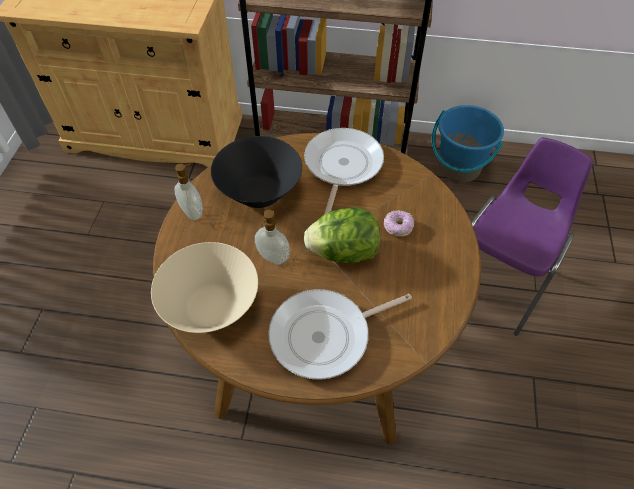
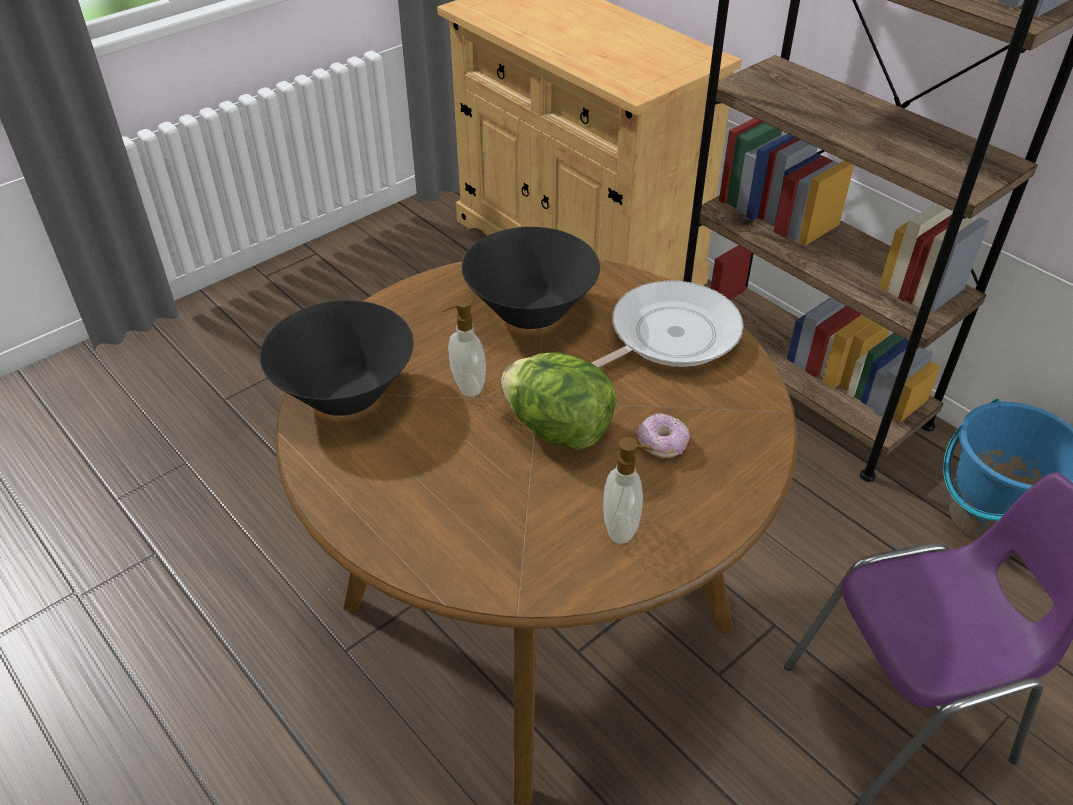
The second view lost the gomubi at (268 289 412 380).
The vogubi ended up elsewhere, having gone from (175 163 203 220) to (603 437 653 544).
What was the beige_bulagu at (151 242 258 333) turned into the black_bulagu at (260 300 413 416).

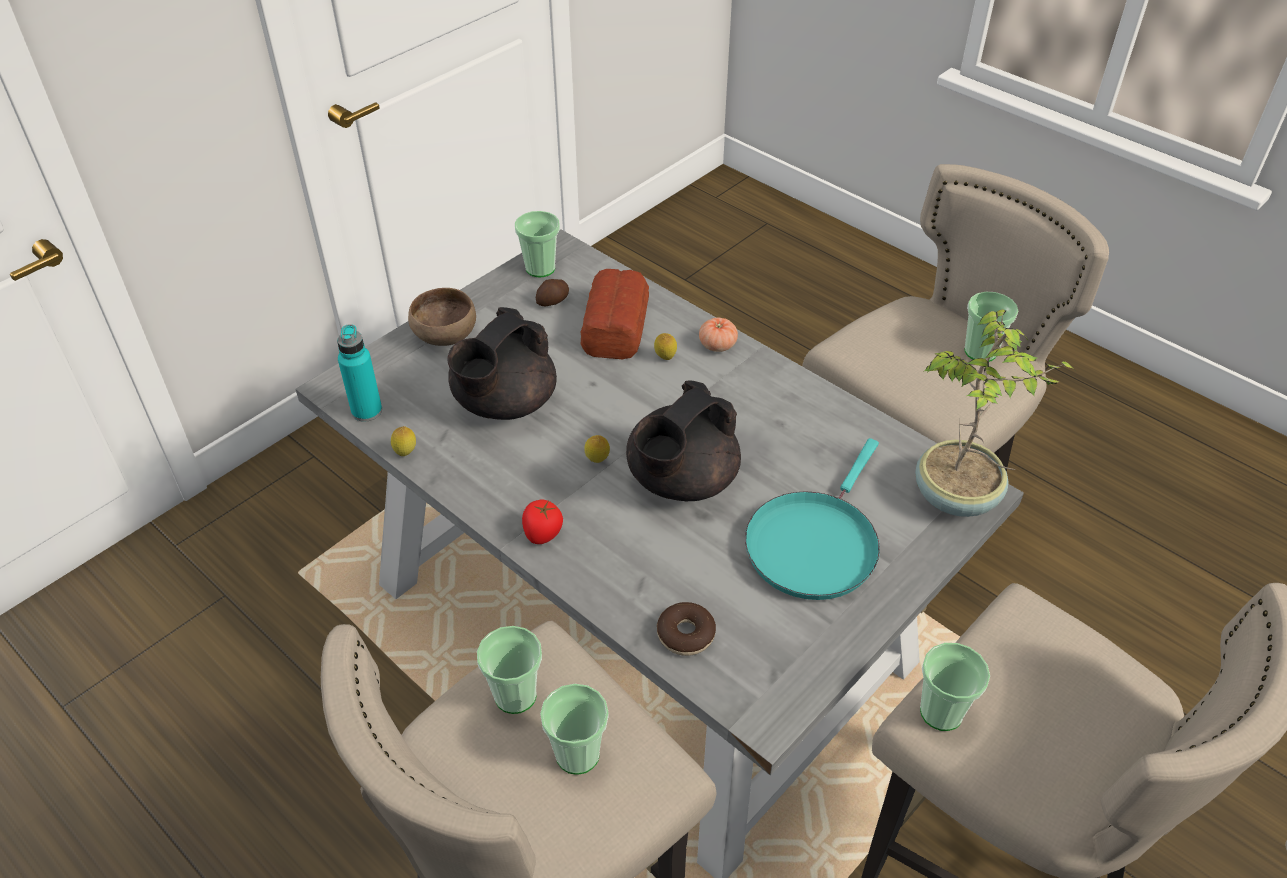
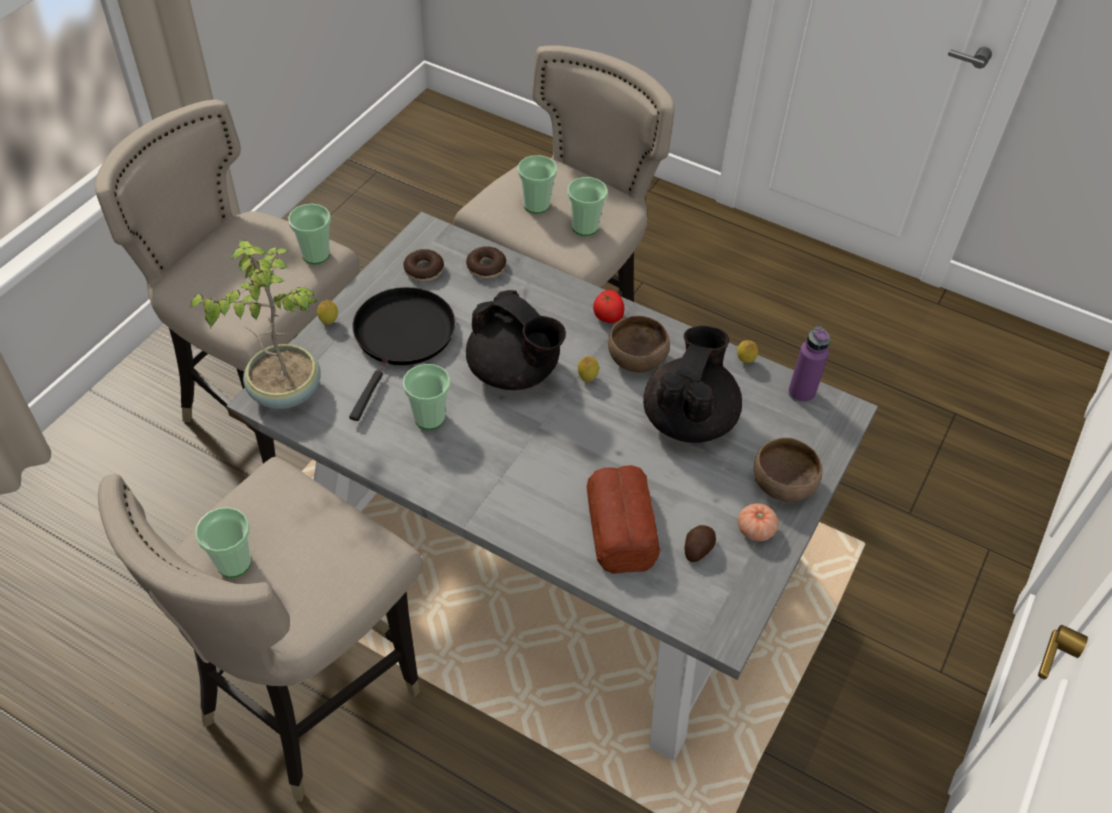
The second view gained the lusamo at (403 249 444 282).
The second view gained the brown_bulagu at (608 316 670 373).
The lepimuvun ended up elsewhere, having gone from (515 211 560 277) to (403 364 450 430).
The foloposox ended up elsewhere, having gone from (654 333 677 360) to (317 300 338 325).
The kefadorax ended up elsewhere, having gone from (699 318 738 352) to (738 503 778 541).
What was the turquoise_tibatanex at (337 324 382 422) turned into the purple_tibatanex at (788 326 830 404).
What was the turquoise_gomubi at (745 438 880 600) turned into the black_gomubi at (349 287 455 421).
The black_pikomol at (626 381 741 501) ended up facing another way, 105 degrees clockwise from before.

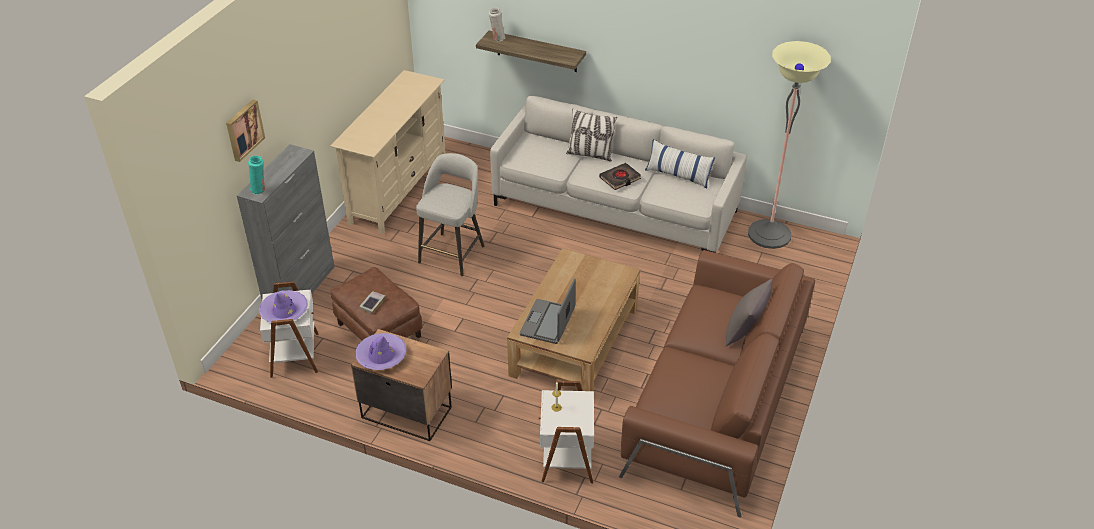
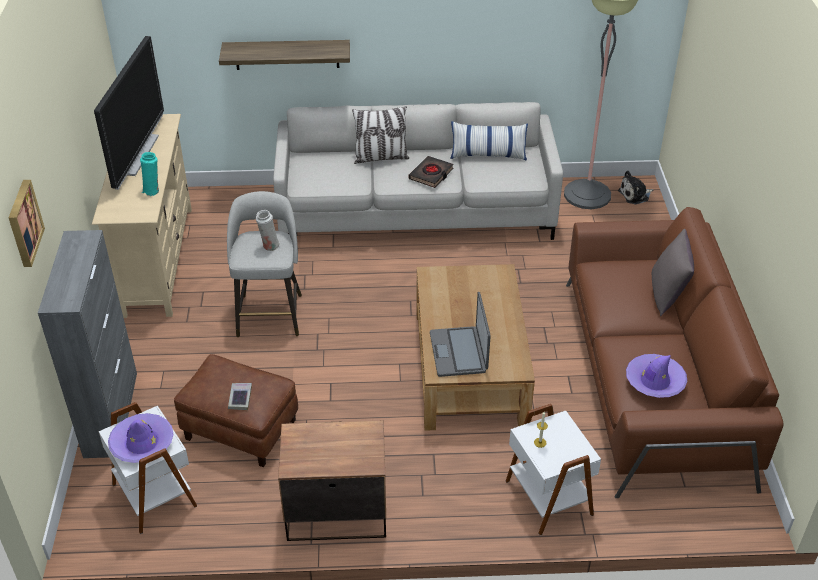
The second view gained the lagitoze at (94 36 164 190).
The second view gained the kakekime at (618 171 653 204).
The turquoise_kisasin ended up elsewhere, having gone from (248 156 265 194) to (140 152 159 196).
The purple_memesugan ended up elsewhere, having gone from (355 333 407 370) to (626 354 687 398).
The white_kisasin ended up elsewhere, having gone from (489 7 505 41) to (256 210 280 251).

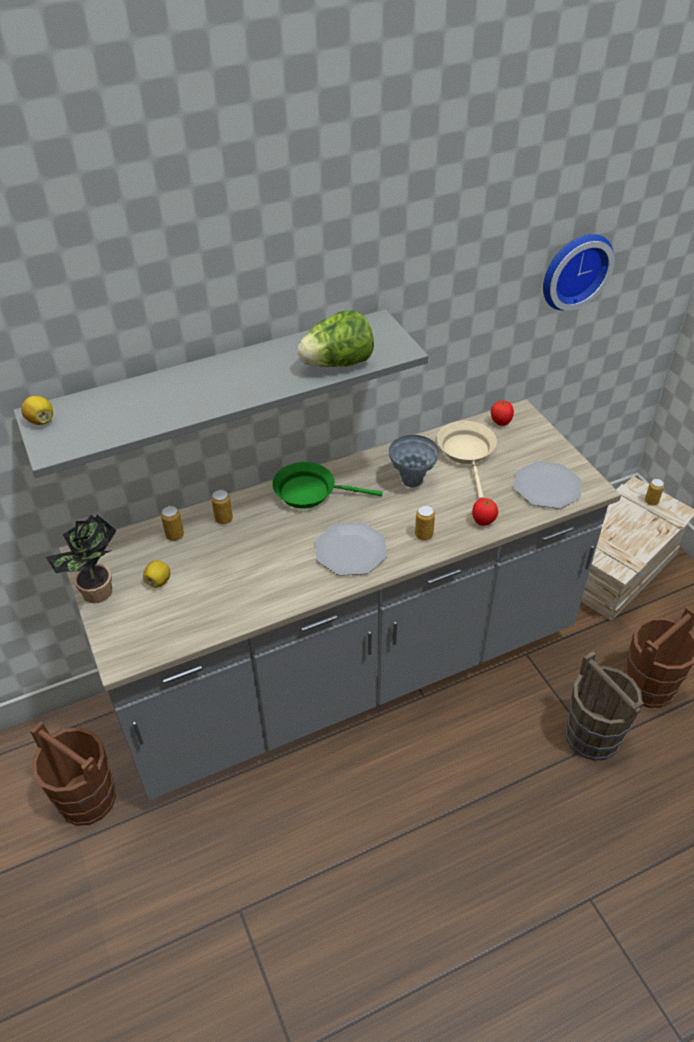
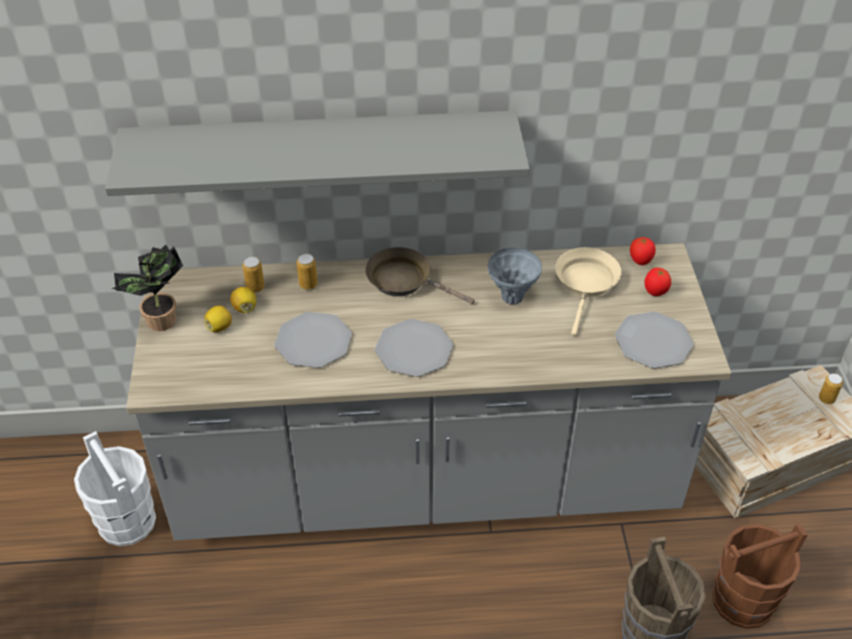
The second view lost the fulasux at (297 310 374 367).
The second view lost the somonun at (415 505 435 540).
The second view lost the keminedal at (543 234 615 311).
The second view gained the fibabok at (274 312 352 368).
The foloposox ended up elsewhere, having gone from (21 396 53 425) to (230 287 256 313).
The kefadorax ended up elsewhere, having gone from (472 498 498 526) to (645 268 671 296).
What was the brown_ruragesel at (30 721 116 826) turned into the white_ruragesel at (74 431 156 546).
What was the green_gomubi at (272 462 382 509) turned into the brown_gomubi at (365 247 475 304).

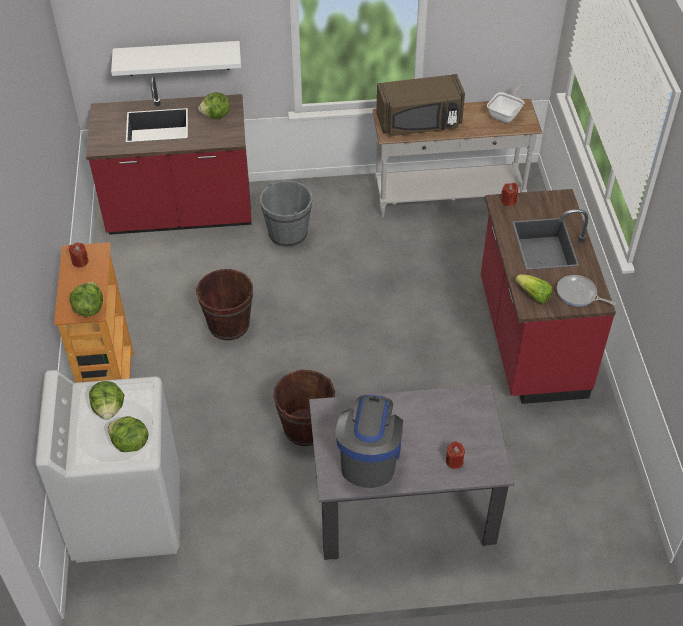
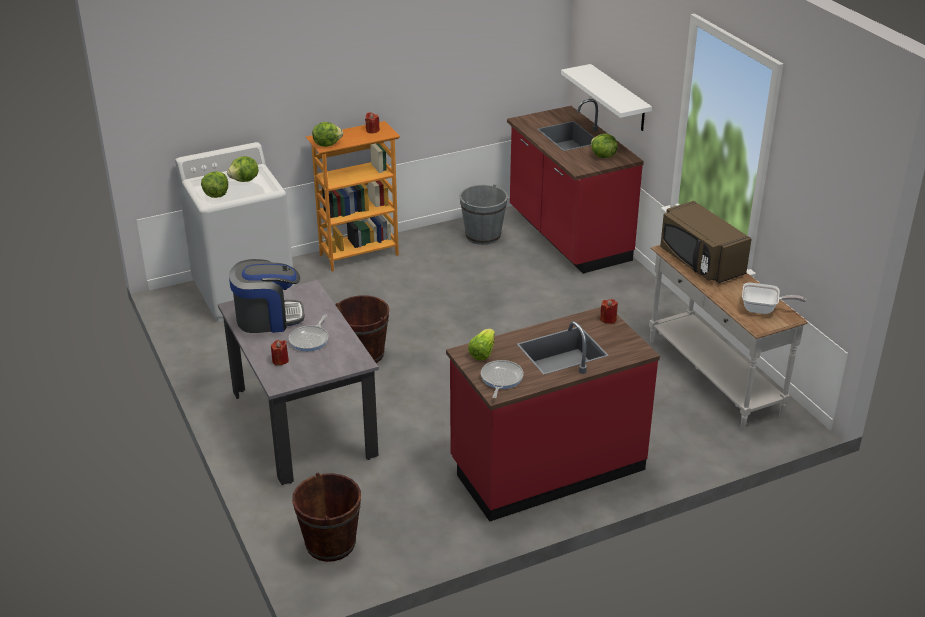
The second view gained the gomubi at (289 314 329 351).
The brown_ruragesel ended up elsewhere, having gone from (196 269 253 340) to (292 473 361 562).
The grey_ruragesel ended up elsewhere, having gone from (260 181 313 248) to (459 184 508 245).

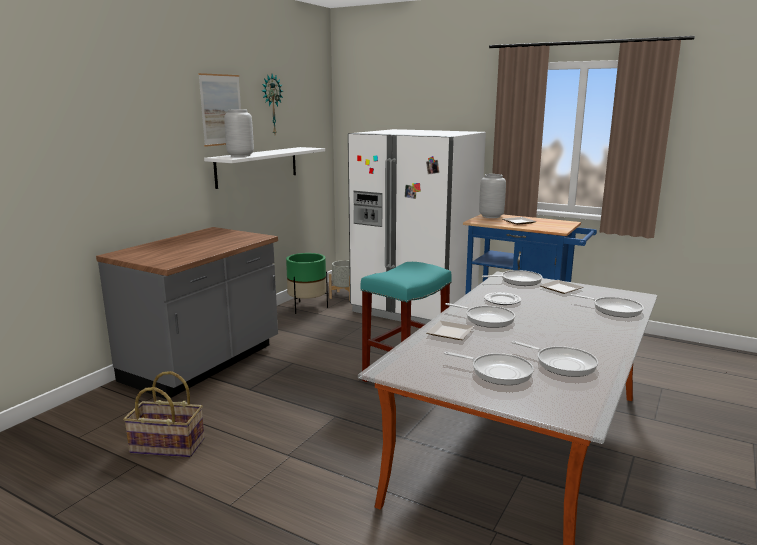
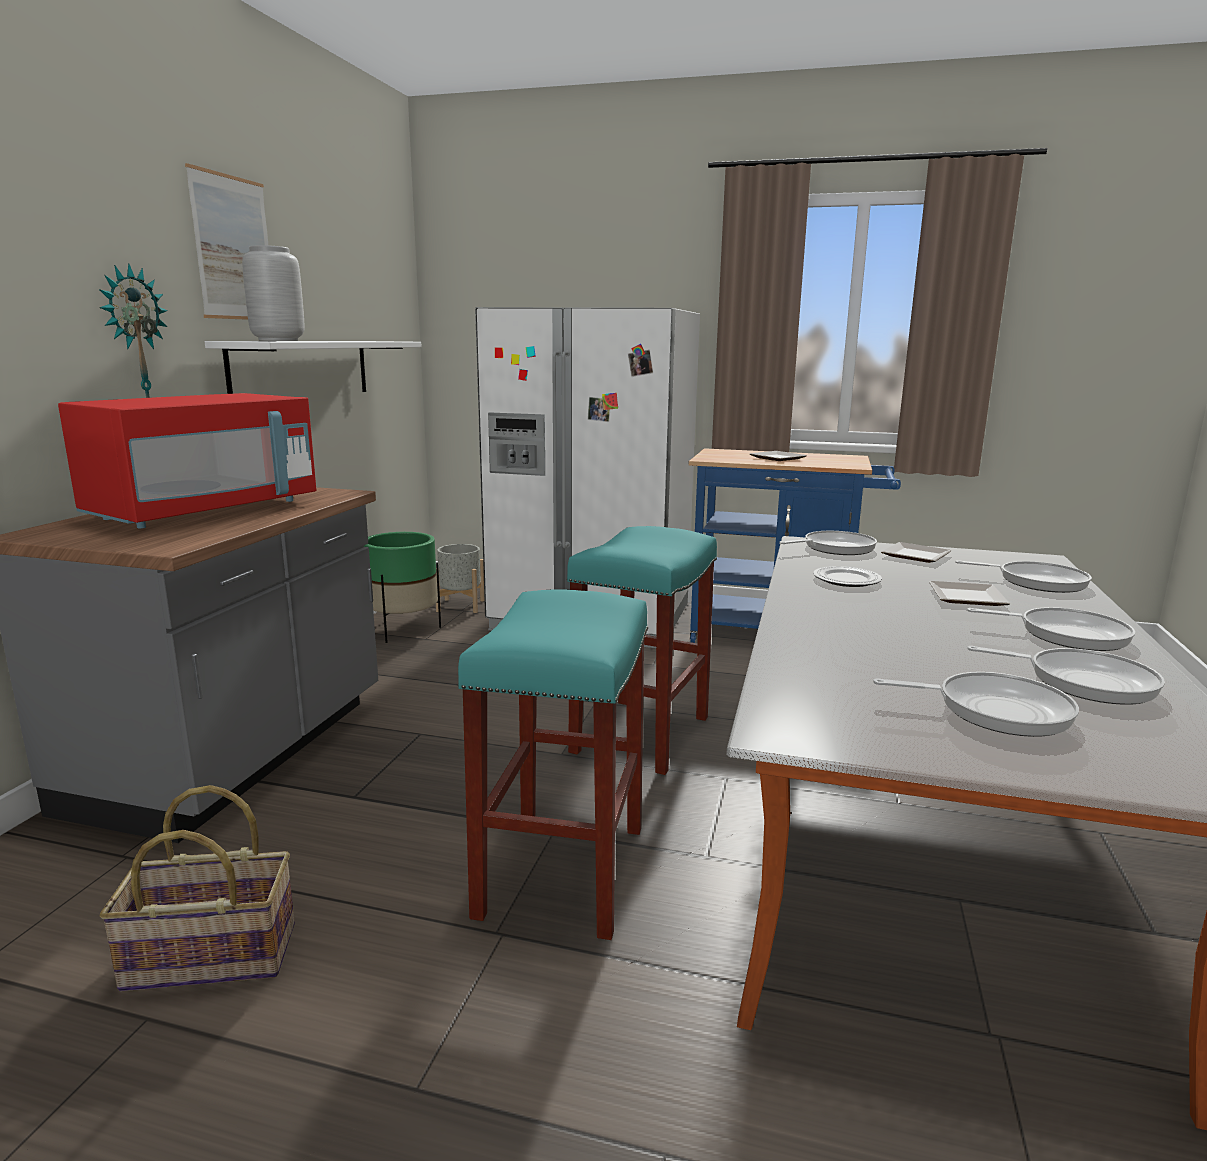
The second view lost the grey_kisasin at (479 174 506 218).
The second view gained the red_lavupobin at (58 393 316 529).
The second view gained the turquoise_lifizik at (458 589 648 940).
The keminedal ended up elsewhere, having gone from (262 74 283 134) to (99 263 167 398).
The fibabok ended up elsewhere, having gone from (427 321 474 340) to (929 581 1010 606).
The gomubi ended up elsewhere, having gone from (445 303 515 328) to (967 607 1135 651).

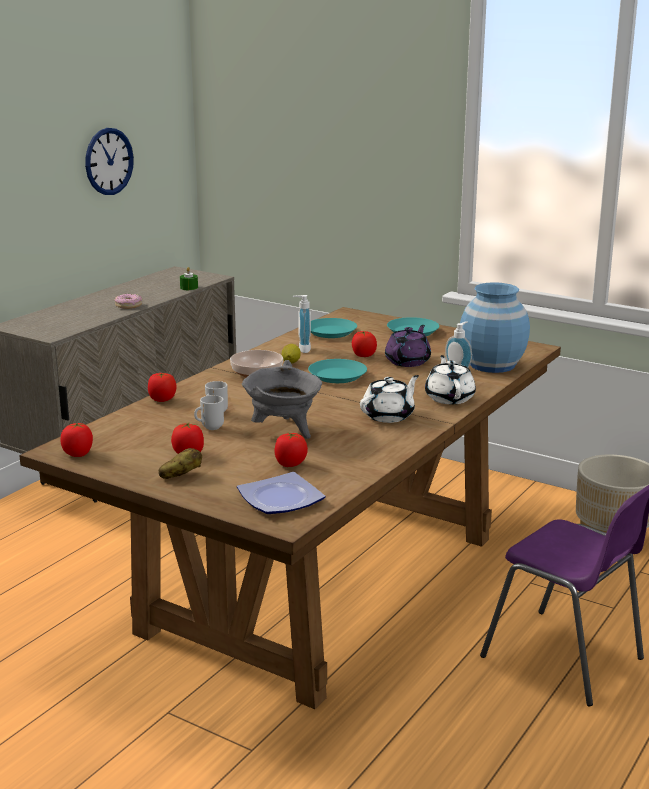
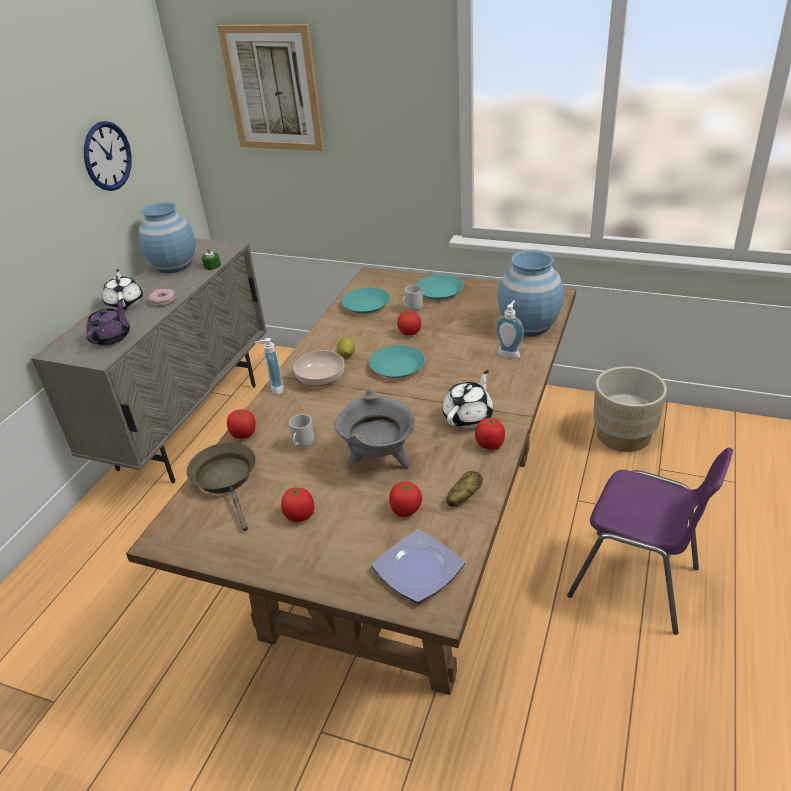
The second view gained the blue_kisasin at (138 202 196 273).
The second view gained the brown_gomubi at (187 443 256 531).
The second view gained the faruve at (217 24 324 151).
The kefadorax ended up elsewhere, having gone from (60 423 93 457) to (475 418 505 450).
The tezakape ended up elsewhere, having gone from (159 448 202 479) to (446 471 483 507).
The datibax ended up elsewhere, having gone from (194 395 224 430) to (402 285 423 312).
The vogubi ended up elsewhere, having gone from (293 295 311 353) to (255 338 284 395).
The purple_pikomol ended up elsewhere, having gone from (385 325 431 367) to (86 299 130 345).
The white_pikomol ended up elsewhere, having gone from (425 355 476 404) to (103 269 143 310).

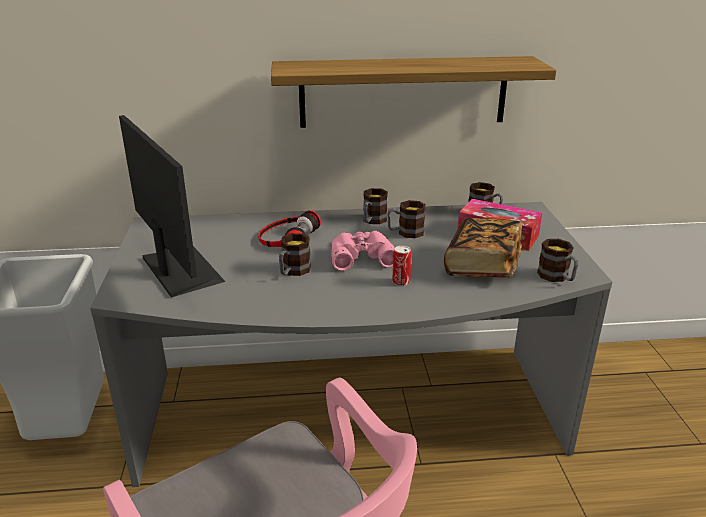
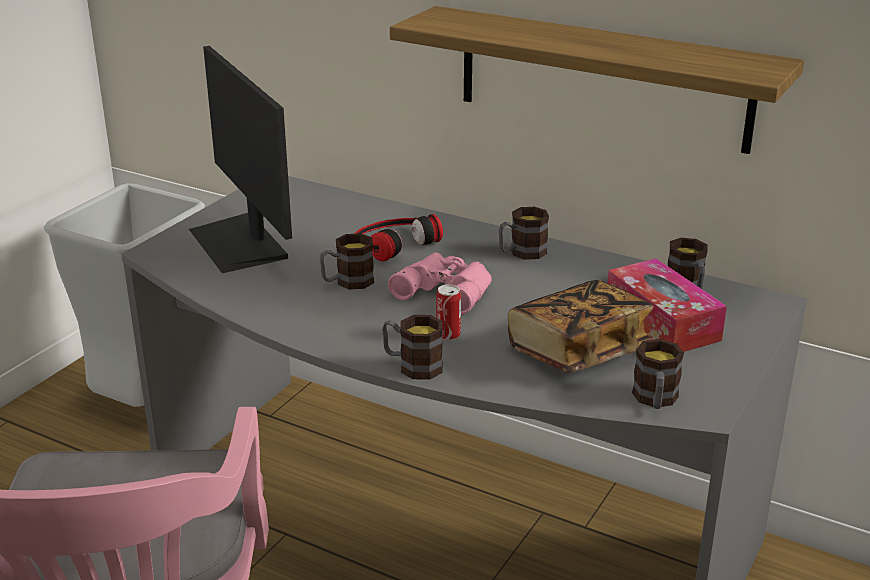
The datibax ended up elsewhere, having gone from (387 200 426 238) to (382 315 443 380).
The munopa at (119 115 225 297) ended up facing another way, 150 degrees clockwise from before.

